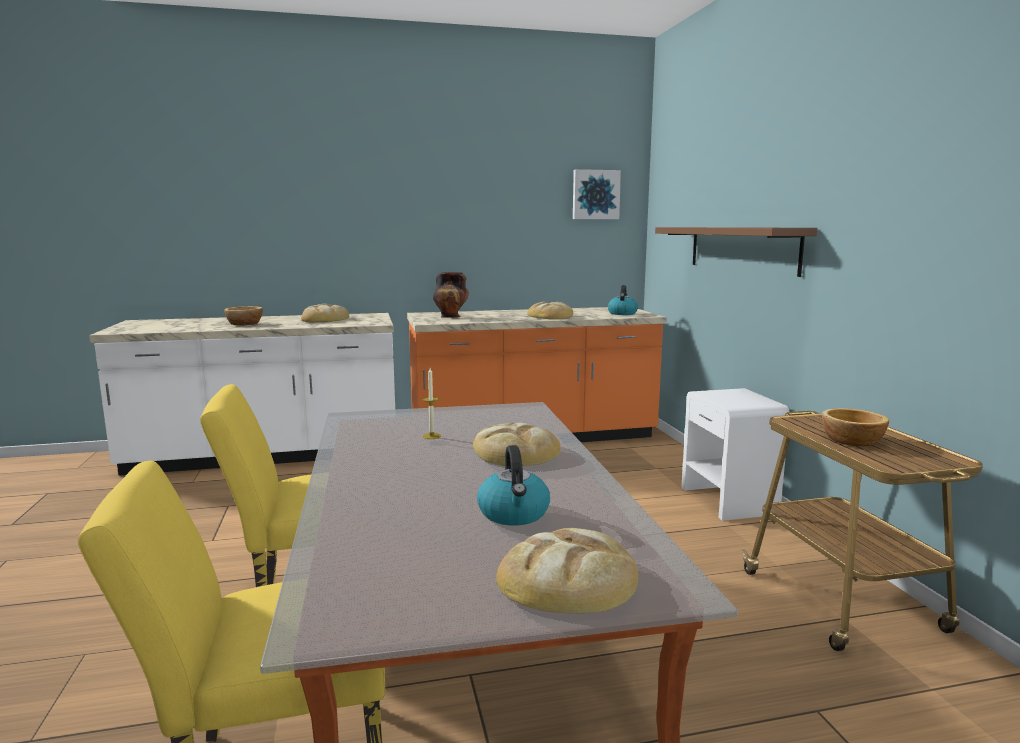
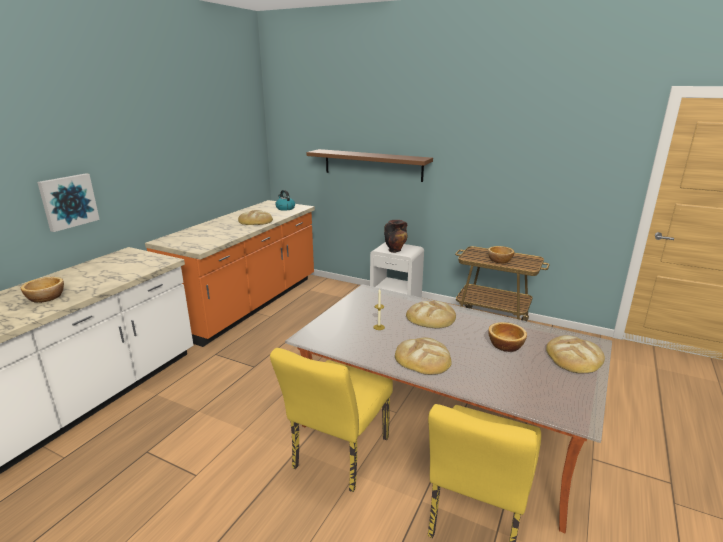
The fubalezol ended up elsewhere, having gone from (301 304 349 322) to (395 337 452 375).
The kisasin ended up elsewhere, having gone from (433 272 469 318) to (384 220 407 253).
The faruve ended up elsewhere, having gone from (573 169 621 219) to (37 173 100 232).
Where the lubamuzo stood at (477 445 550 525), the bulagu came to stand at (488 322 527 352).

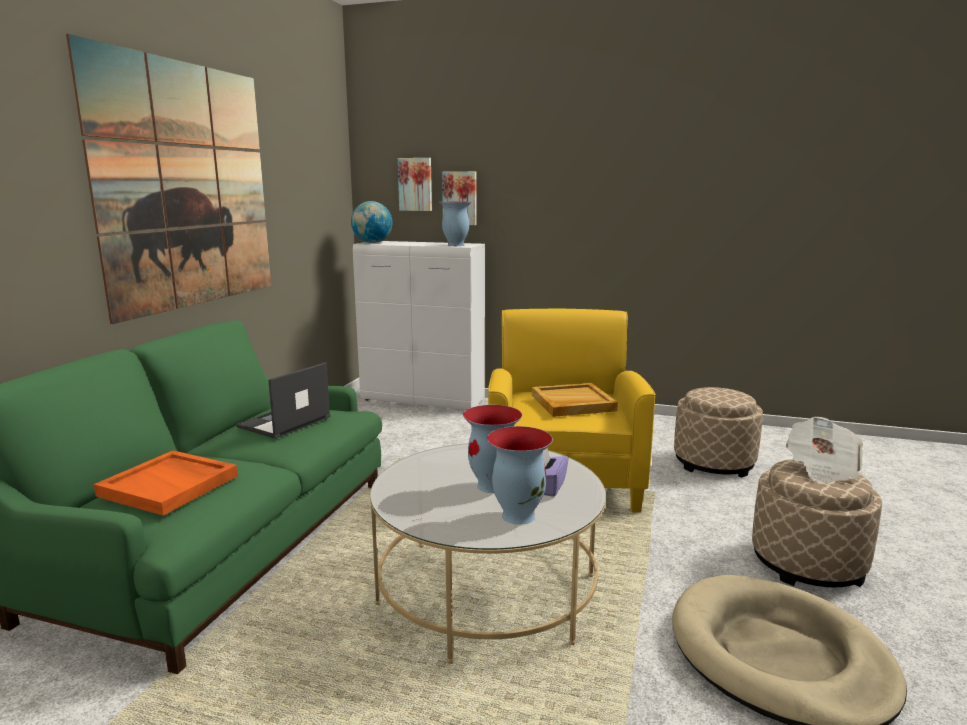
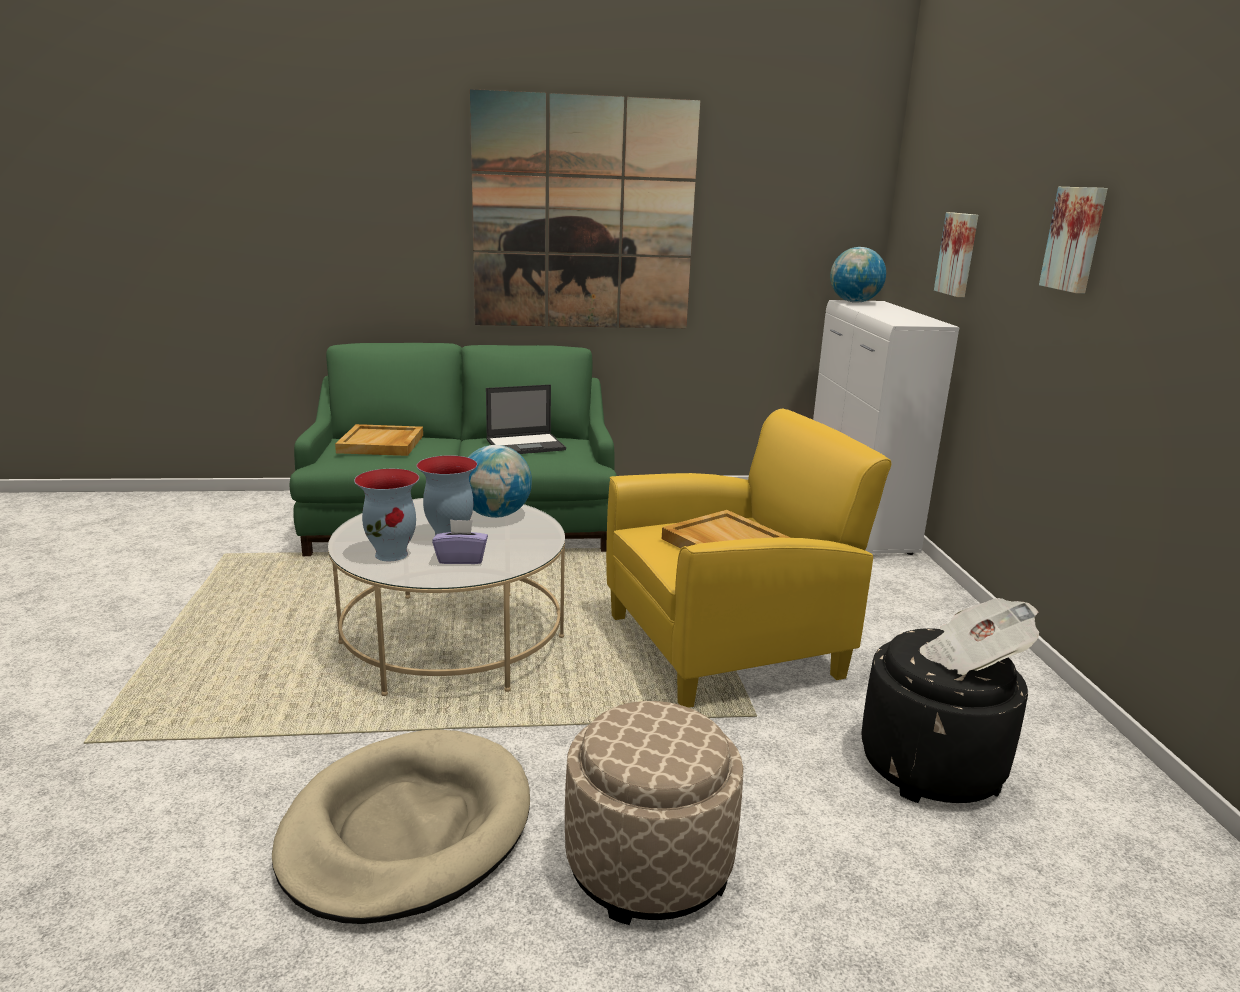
The second view lost the kisasin at (439 201 472 246).
The second view gained the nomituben at (468 445 532 518).
The faruve ended up elsewhere, having gone from (398 158 432 211) to (1039 187 1108 294).
The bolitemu ended up elsewhere, having gone from (786 417 863 483) to (920 598 1040 675).
What was the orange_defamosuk at (94 450 238 516) turned into the beige_defamosuk at (335 424 423 456).
What was the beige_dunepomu at (674 387 763 478) turned into the black_dunepomu at (862 628 1028 803).
The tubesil at (236 362 331 439) ended up facing another way, 150 degrees clockwise from before.

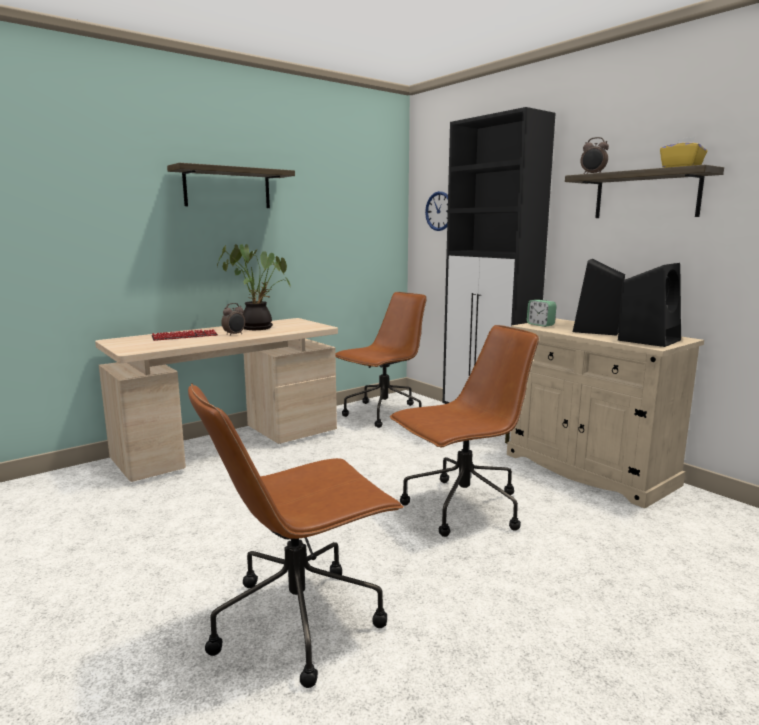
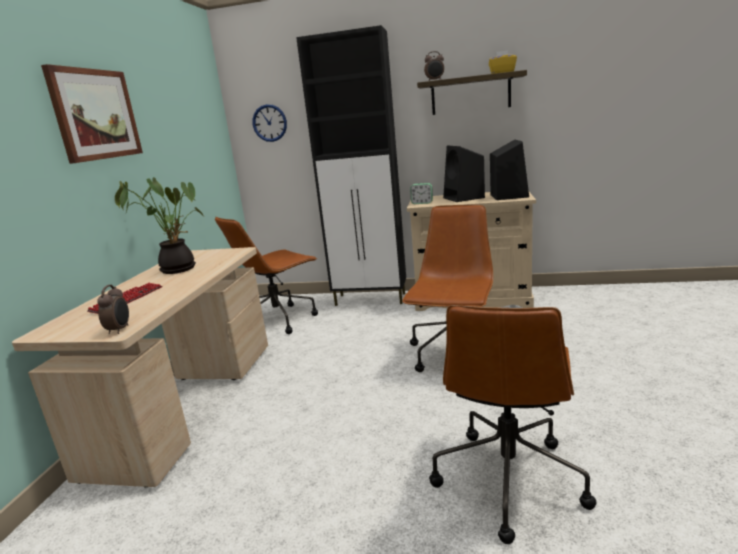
The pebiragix ended up elsewhere, having gone from (221 303 245 336) to (97 285 129 334).
Where the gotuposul hung at (167 163 295 208), the faruve came to hang at (41 64 143 164).
The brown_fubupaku at (336 292 426 428) ended up facing another way, 135 degrees counterclockwise from before.

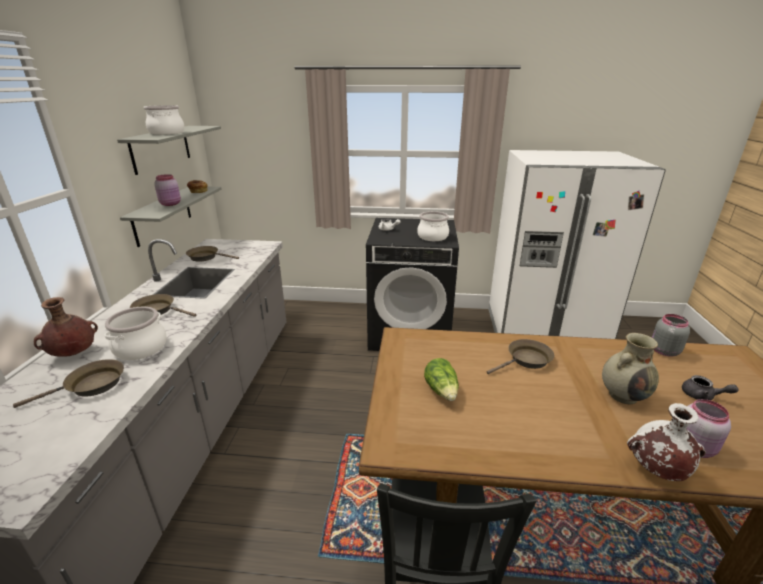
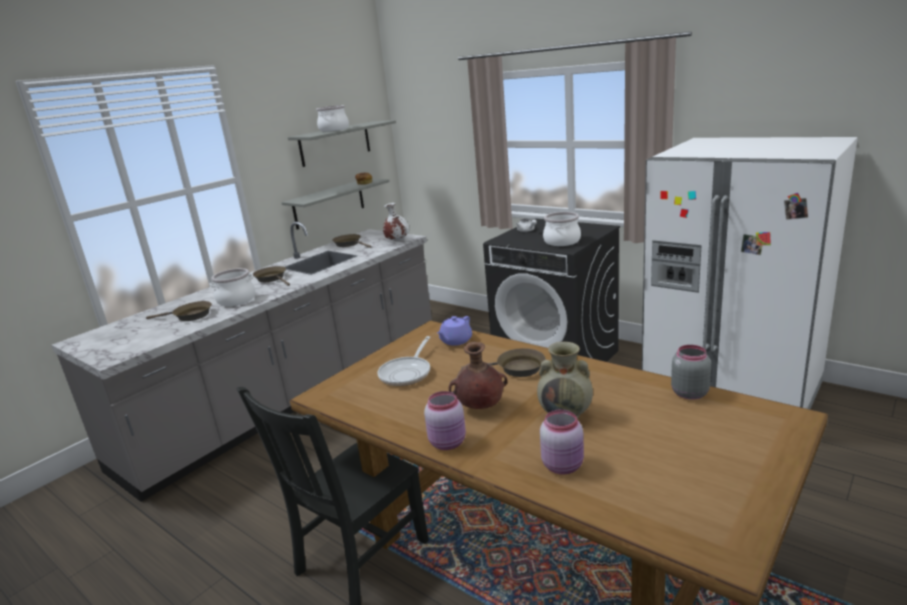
The second view lost the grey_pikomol at (682 375 738 400).
The second view gained the purple_pikomol at (437 316 472 346).
The brown_kisasin ended up elsewhere, having gone from (34 297 98 357) to (449 342 508 409).
The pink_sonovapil ended up elsewhere, having gone from (154 174 181 206) to (424 391 466 450).
The white_kisasin ended up elsewhere, having gone from (627 403 706 481) to (383 203 409 241).
Where the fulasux stood at (424 358 459 401), the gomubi came to stand at (378 336 430 386).

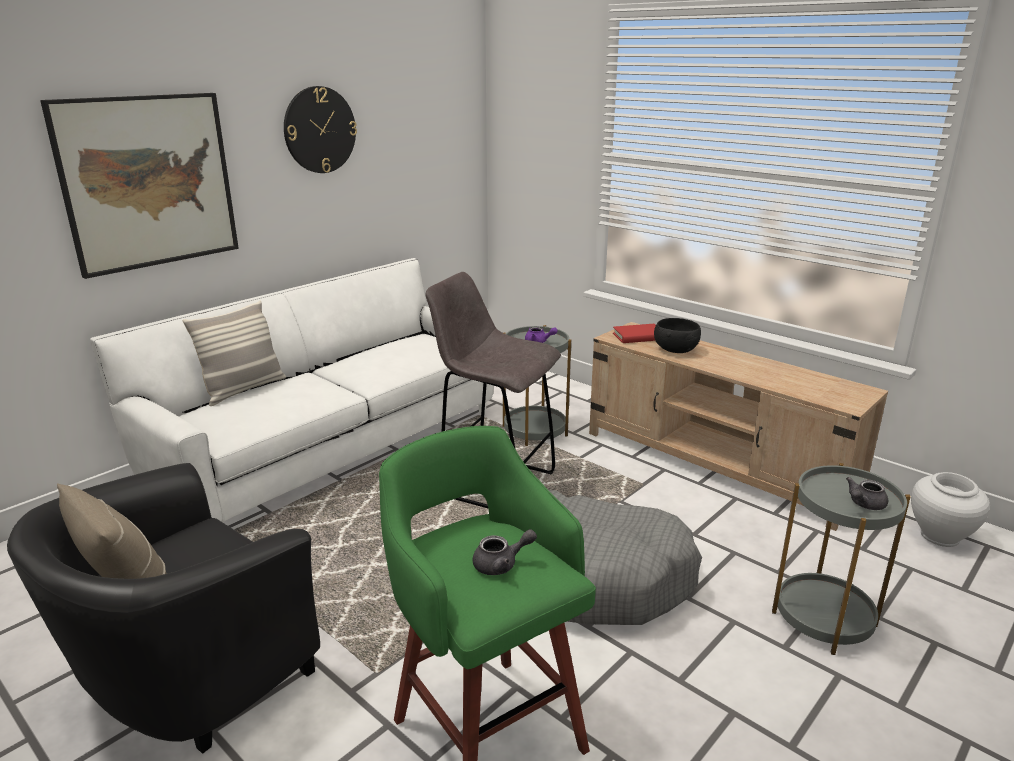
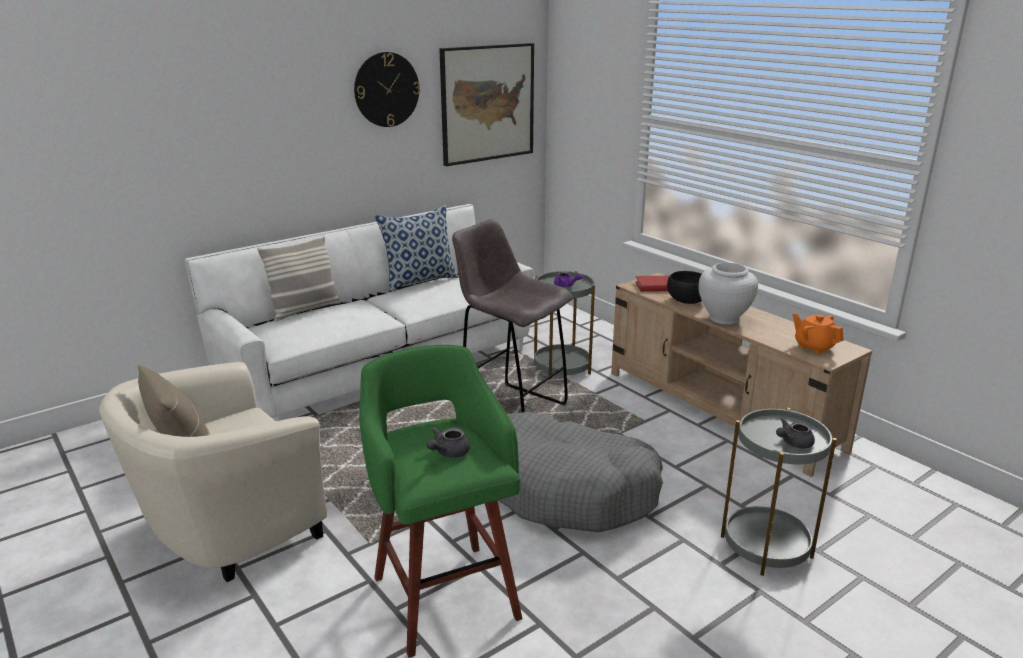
The second view gained the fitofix at (375 205 459 292).
The second view gained the orange_pikomol at (792 313 844 354).
The faruve ended up elsewhere, having gone from (40 93 239 279) to (439 43 534 166).
The white_kisasin ended up elsewhere, having gone from (911 472 990 547) to (699 262 758 324).
What was the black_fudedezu at (7 463 320 754) turned into the beige_fudedezu at (99 362 327 582).
The grey_pikomol at (473 529 537 575) ended up facing another way, 135 degrees clockwise from before.

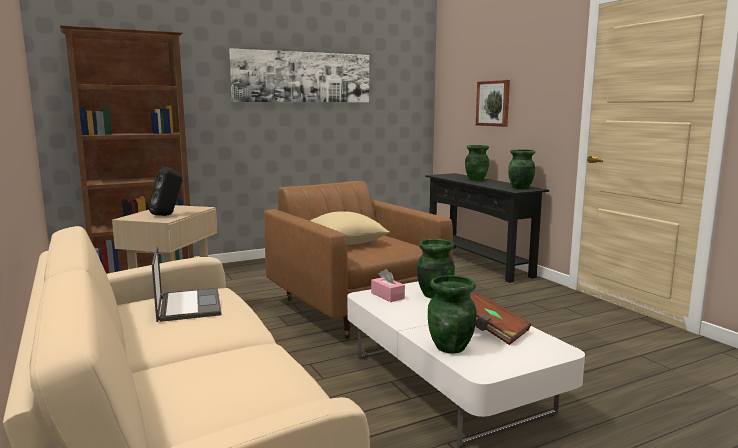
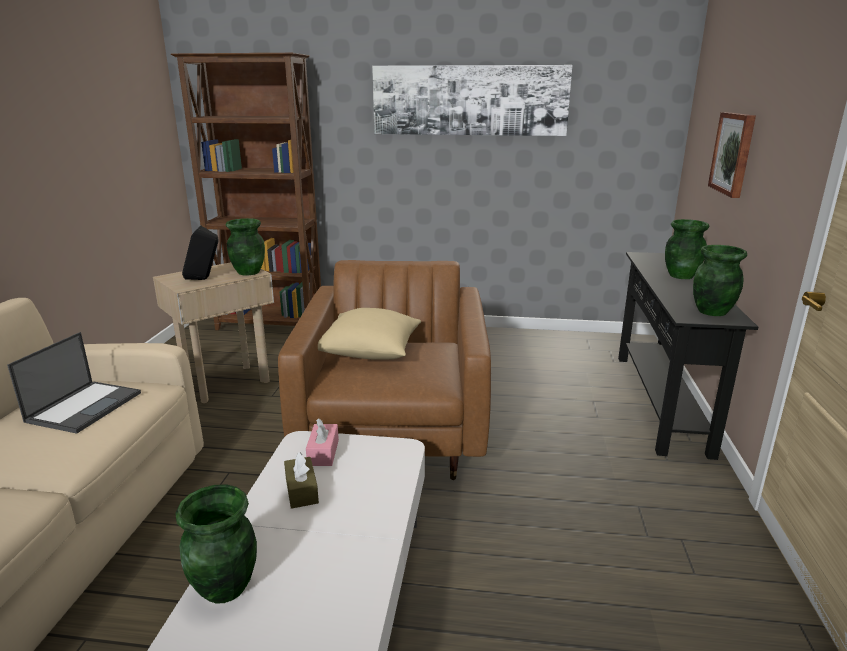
The second view lost the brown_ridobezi at (470 293 531 345).
The second view gained the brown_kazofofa at (284 452 319 509).
The green_kisasin ended up elsewhere, having gone from (417 239 455 298) to (226 218 265 276).

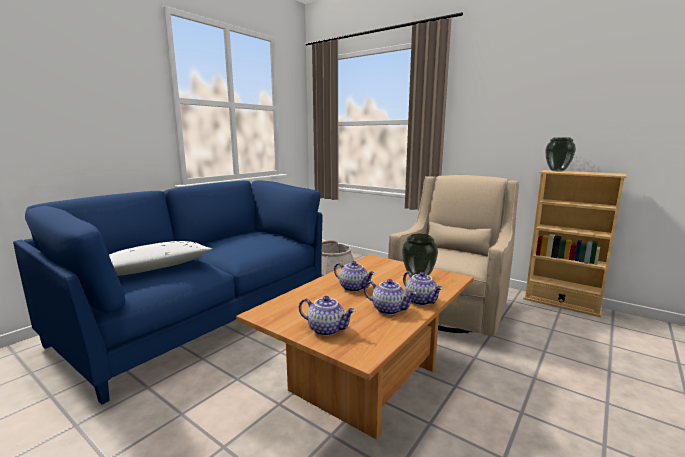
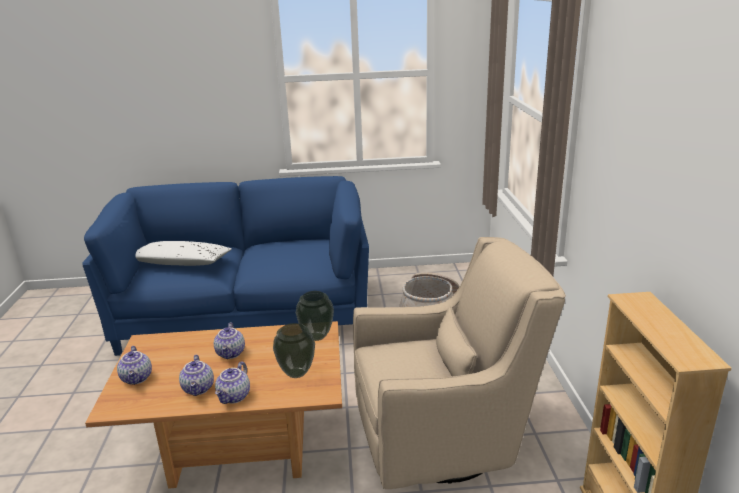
The kisasin ended up elsewhere, having gone from (545 138 576 171) to (296 291 334 341).

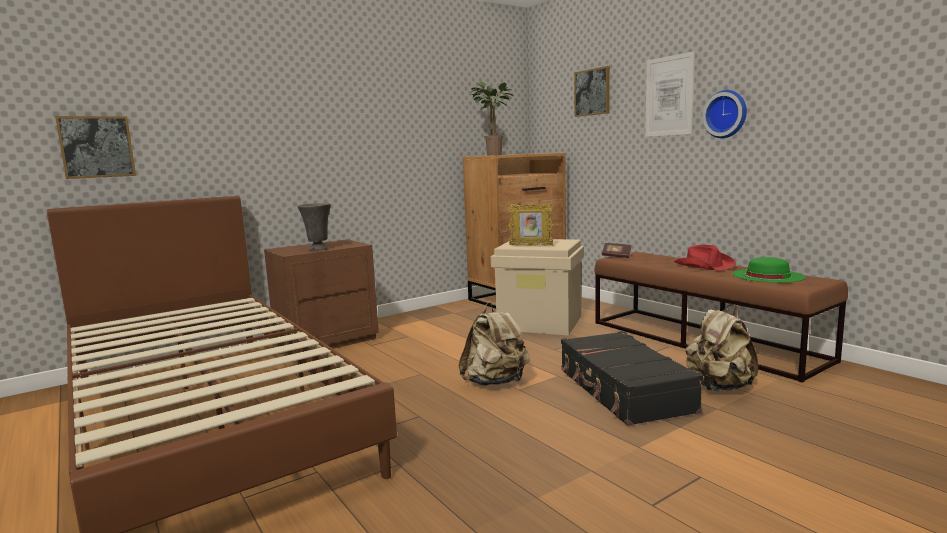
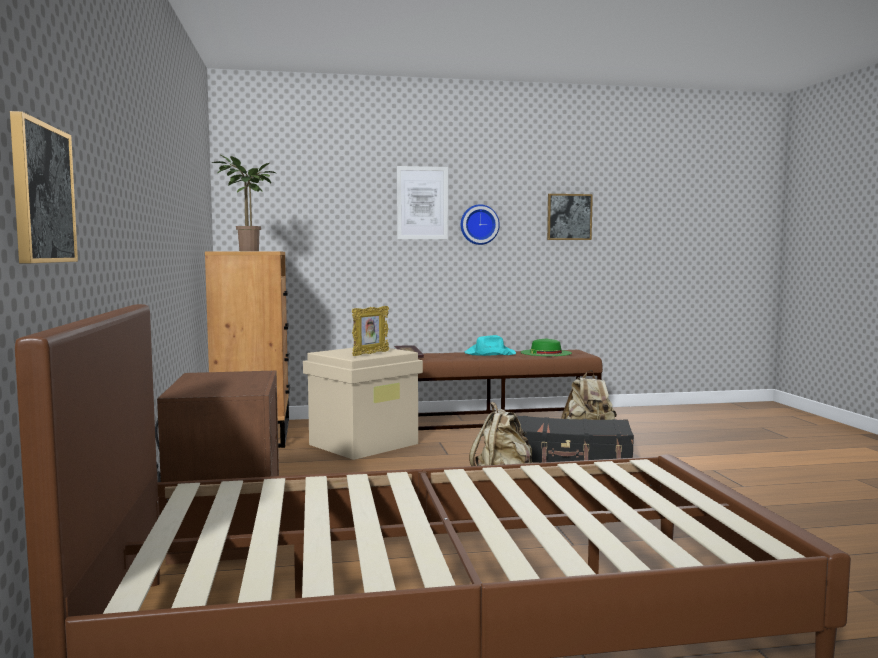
The second view lost the grey_kisasin at (297 203 331 251).
The faruve ended up elsewhere, having gone from (574 66 610 117) to (547 194 593 240).
What was the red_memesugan at (674 245 736 271) turned into the turquoise_memesugan at (465 335 516 356).

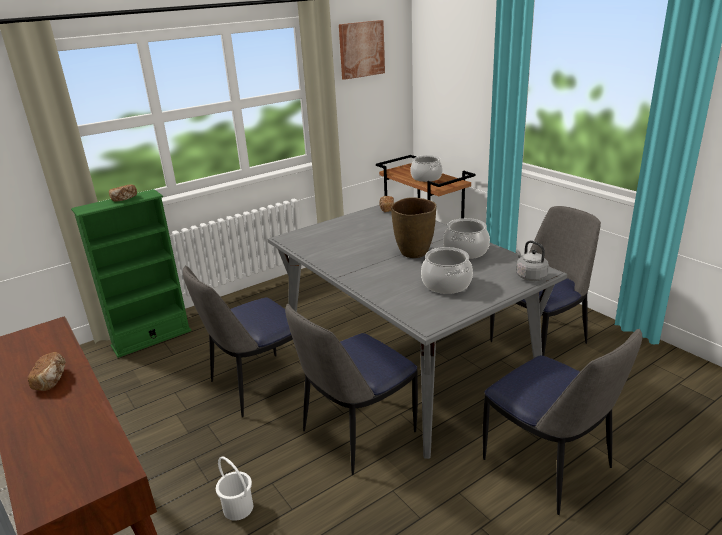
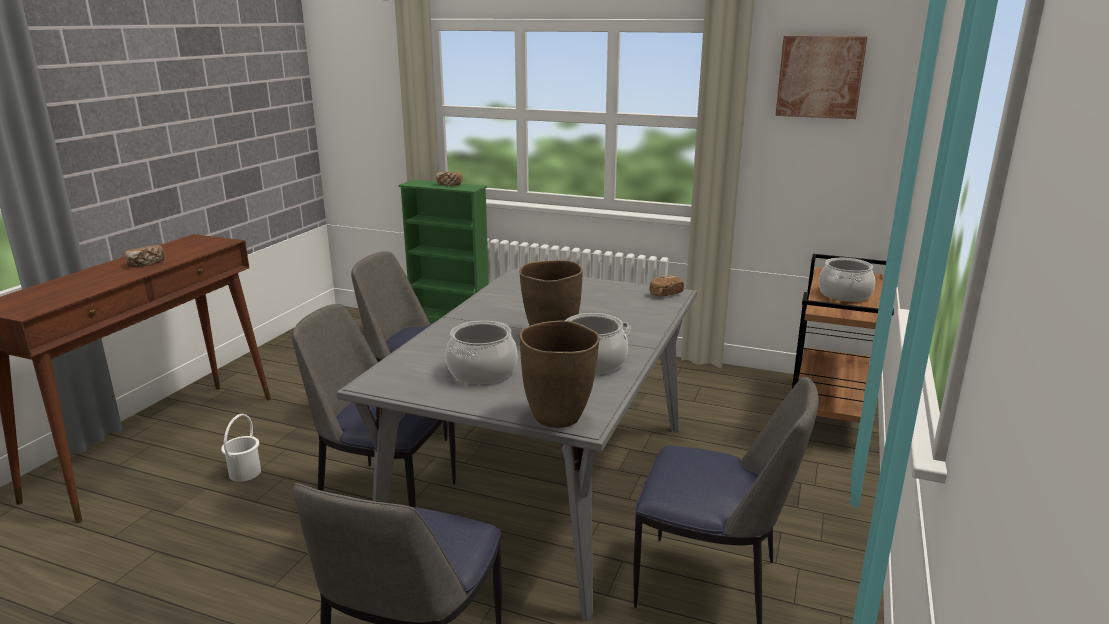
Where the grey_lubamuzo stood at (516 240 549 281), the brown_kisasin came to stand at (520 321 600 428).

